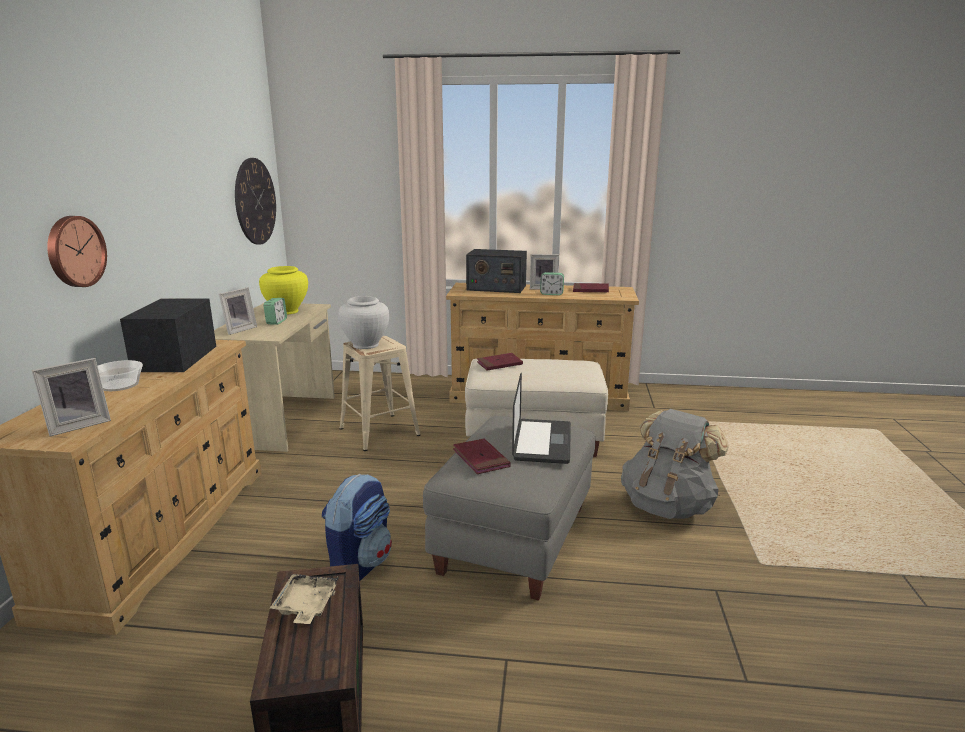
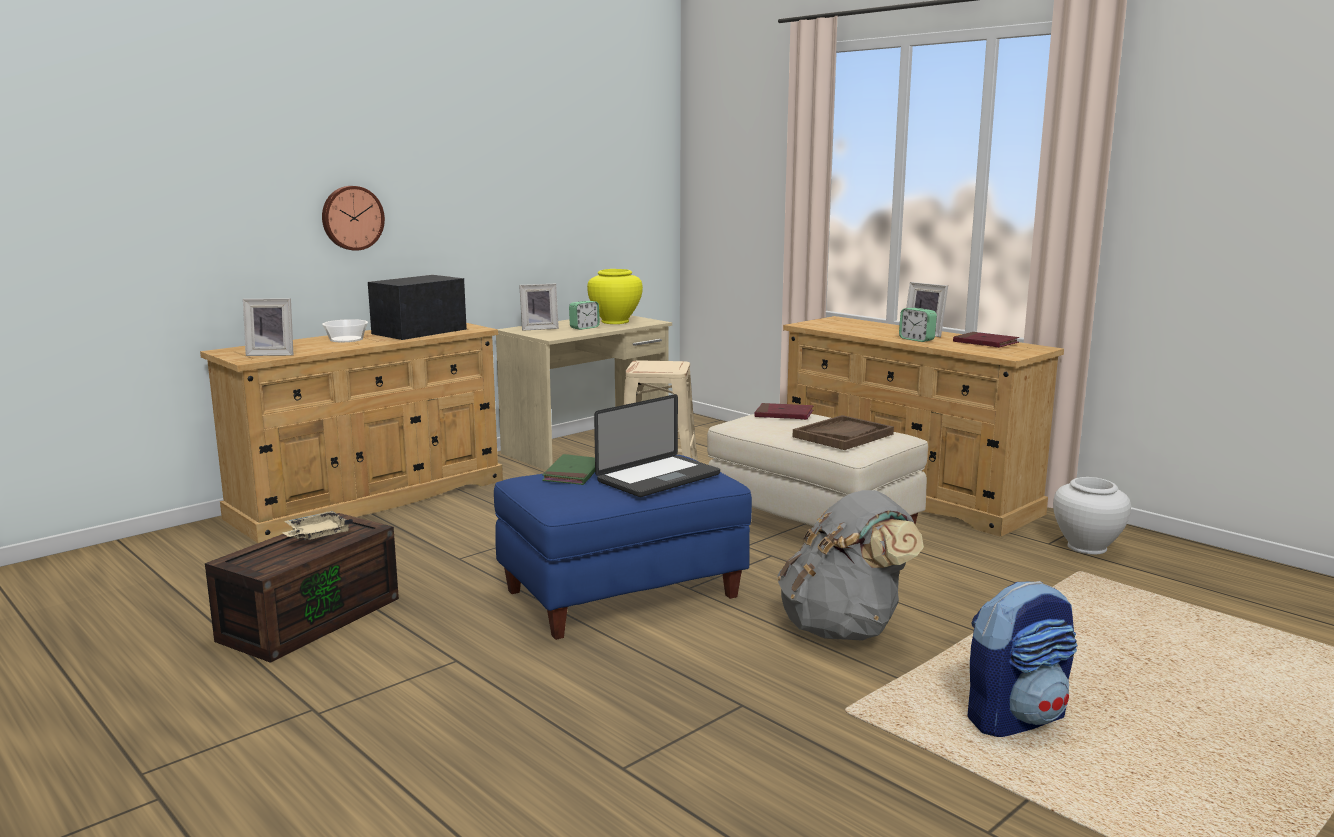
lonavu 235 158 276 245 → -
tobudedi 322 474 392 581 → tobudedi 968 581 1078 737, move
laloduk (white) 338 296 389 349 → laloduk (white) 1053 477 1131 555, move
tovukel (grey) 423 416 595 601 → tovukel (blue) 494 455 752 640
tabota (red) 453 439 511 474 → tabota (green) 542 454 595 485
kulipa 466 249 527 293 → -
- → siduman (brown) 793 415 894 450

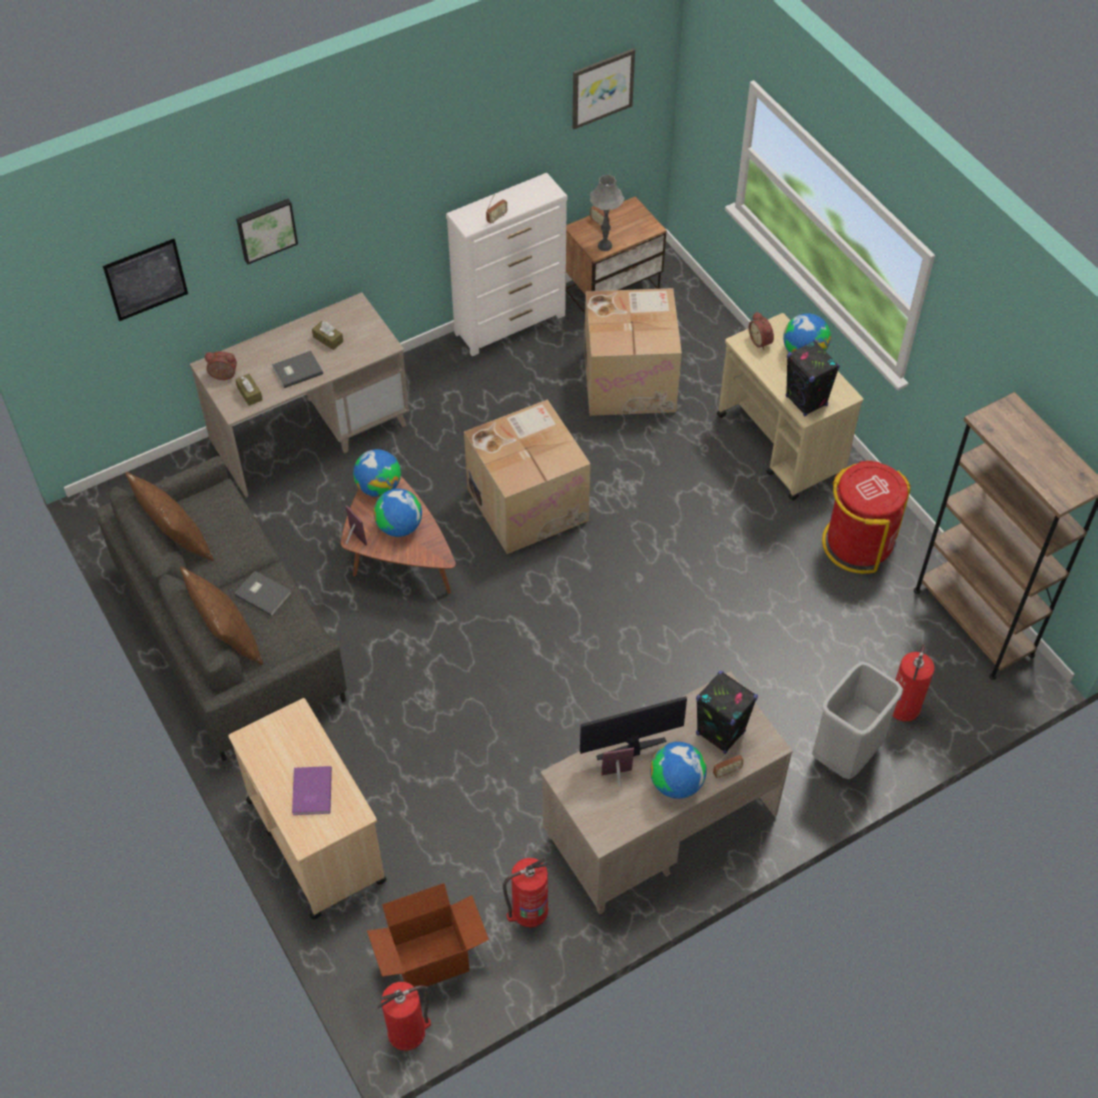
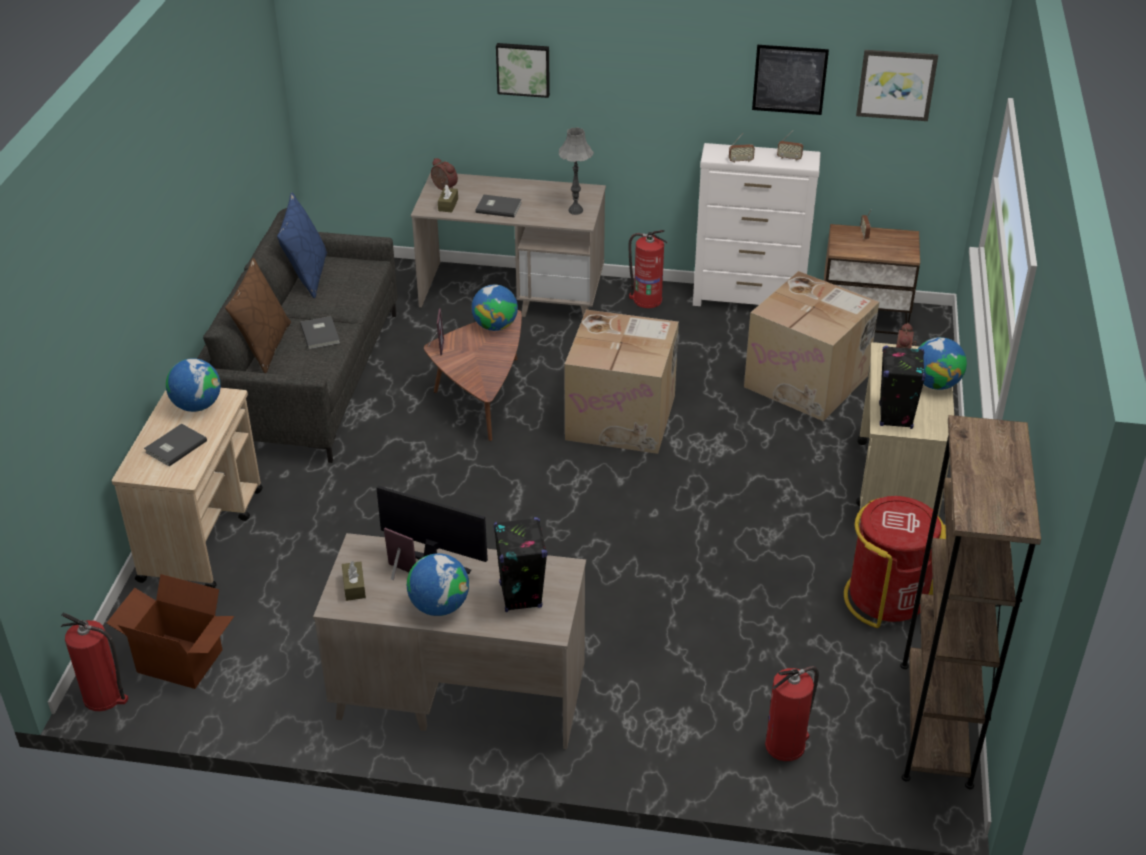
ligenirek 103 239 188 321 → ligenirek 752 45 829 115, move
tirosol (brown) 125 472 214 561 → tirosol (blue) 277 192 327 298
tabota (purple) 292 766 332 815 → tabota (grey) 144 424 207 466
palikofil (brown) 312 321 343 350 → palikofil (brown) 342 560 366 601, move
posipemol 374 489 422 537 → posipemol 166 358 221 412, move
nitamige 503 857 551 927 → nitamige 629 230 668 308, move
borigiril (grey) 590 174 624 251 → borigiril (grey) 558 127 594 215, move
kulipa 713 750 744 778 → kulipa 777 131 803 161, move
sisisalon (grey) 812 662 903 779 → -

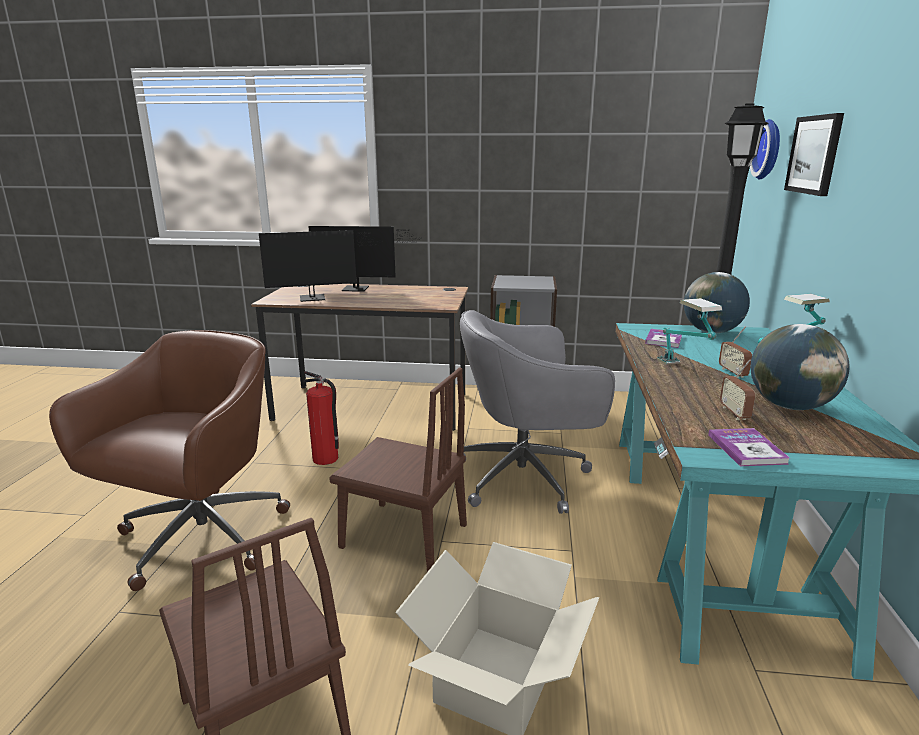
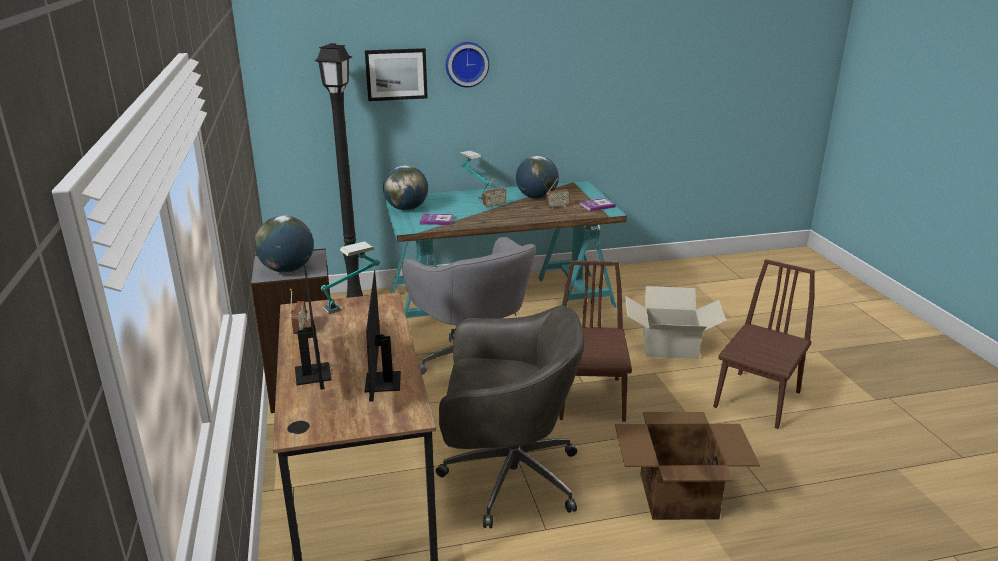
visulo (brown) 49 330 290 591 → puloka 615 412 760 520
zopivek 259 230 382 302 → zopivek 364 270 401 401, 150 degrees counterclockwise
nitamige 304 371 339 465 → visulo (grey) 436 306 584 528
borigiril 657 298 722 365 → borigiril 321 241 380 314, move
lonavu 750 119 780 179 → lonavu 446 42 489 87, move
- → posipemol 254 216 314 273
- → kulipa 290 291 307 335

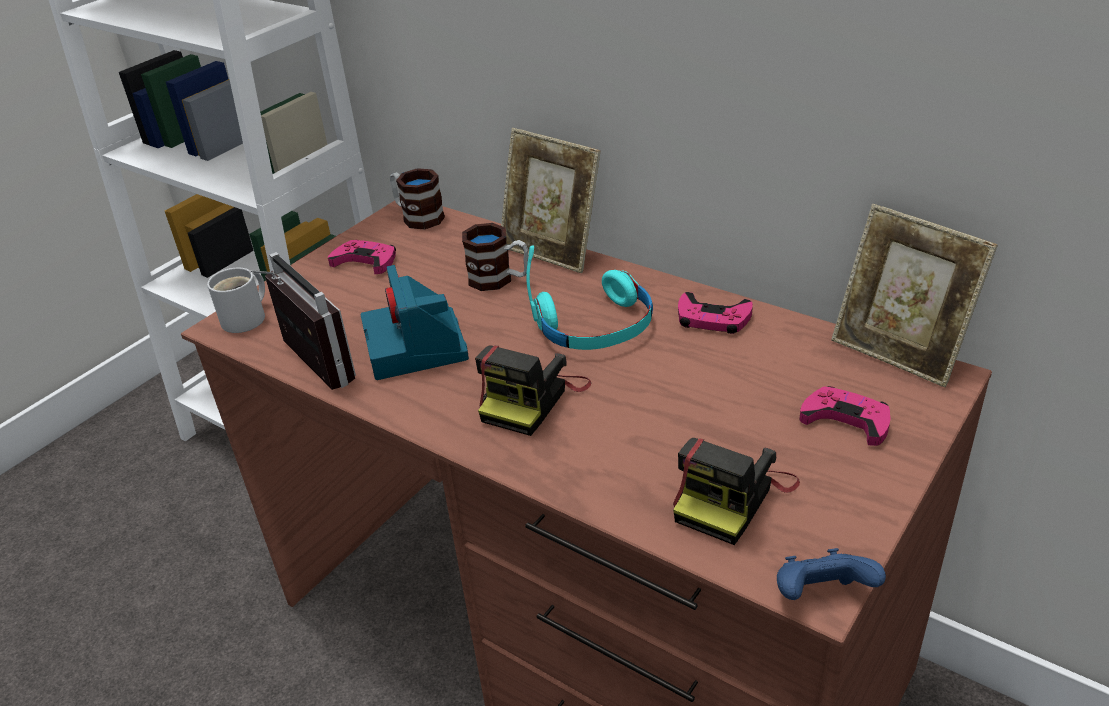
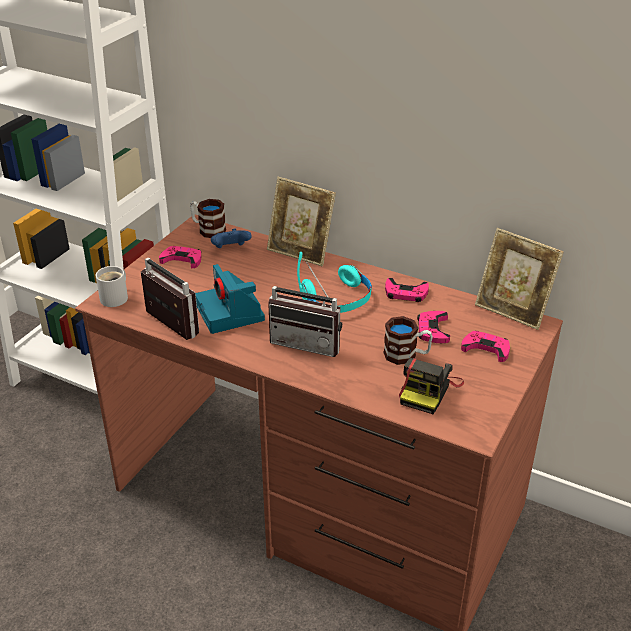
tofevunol 462 223 528 291 → tofevunol 383 316 433 365, move
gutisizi 475 345 591 436 → kulipa 268 262 342 357
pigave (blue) 777 548 886 600 → pigave (blue) 211 228 252 248, move
- → pigave (pink) 417 311 450 343

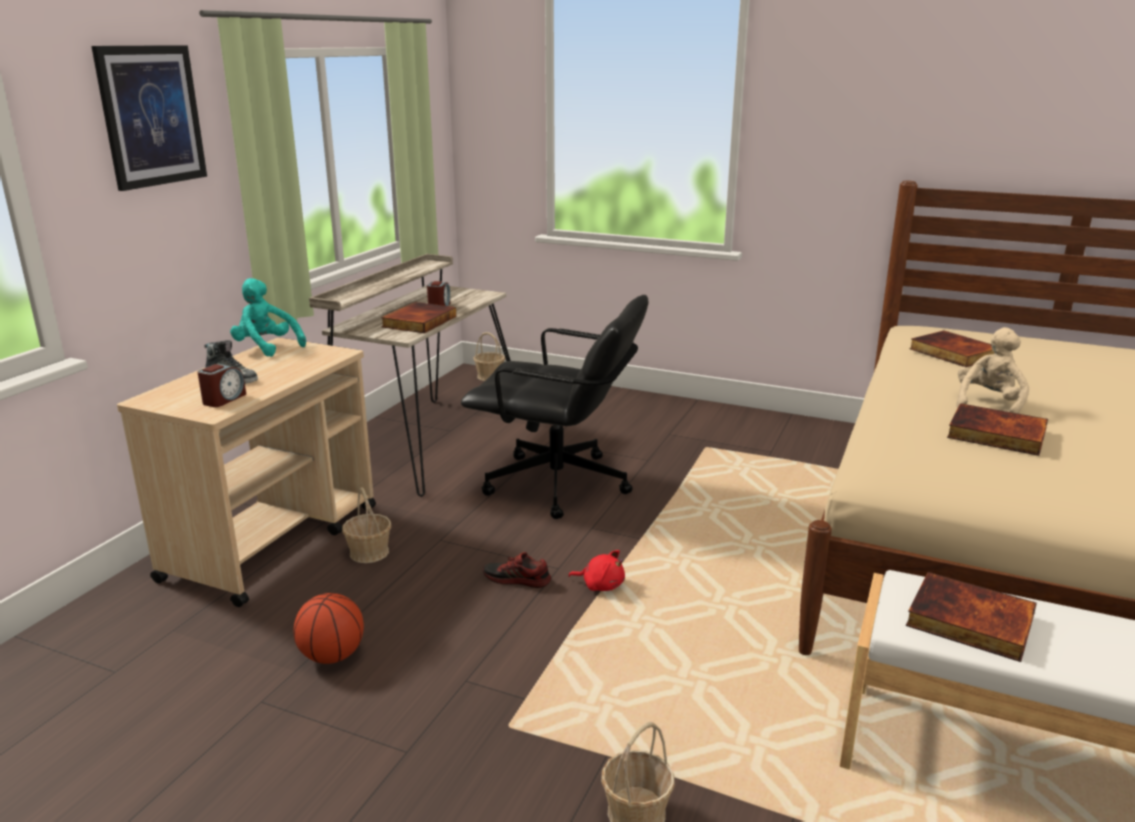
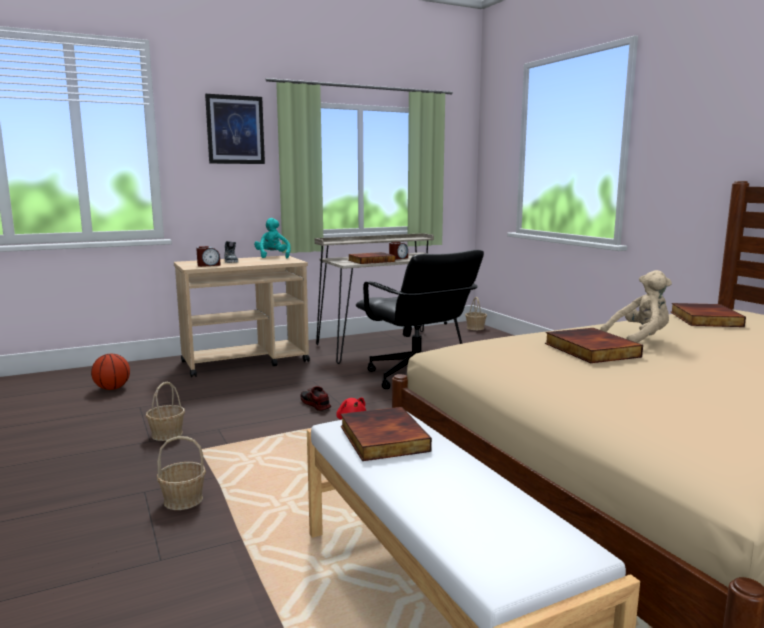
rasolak 294 593 364 664 → rasolak 91 353 130 390, move
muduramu 342 487 391 563 → muduramu 146 382 185 441, move

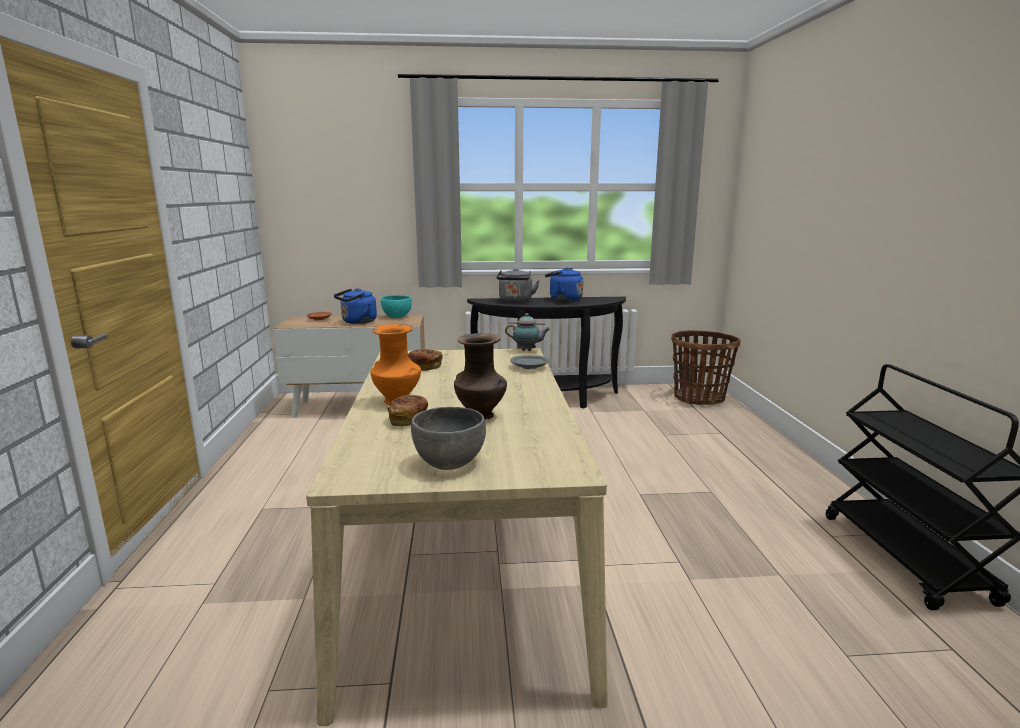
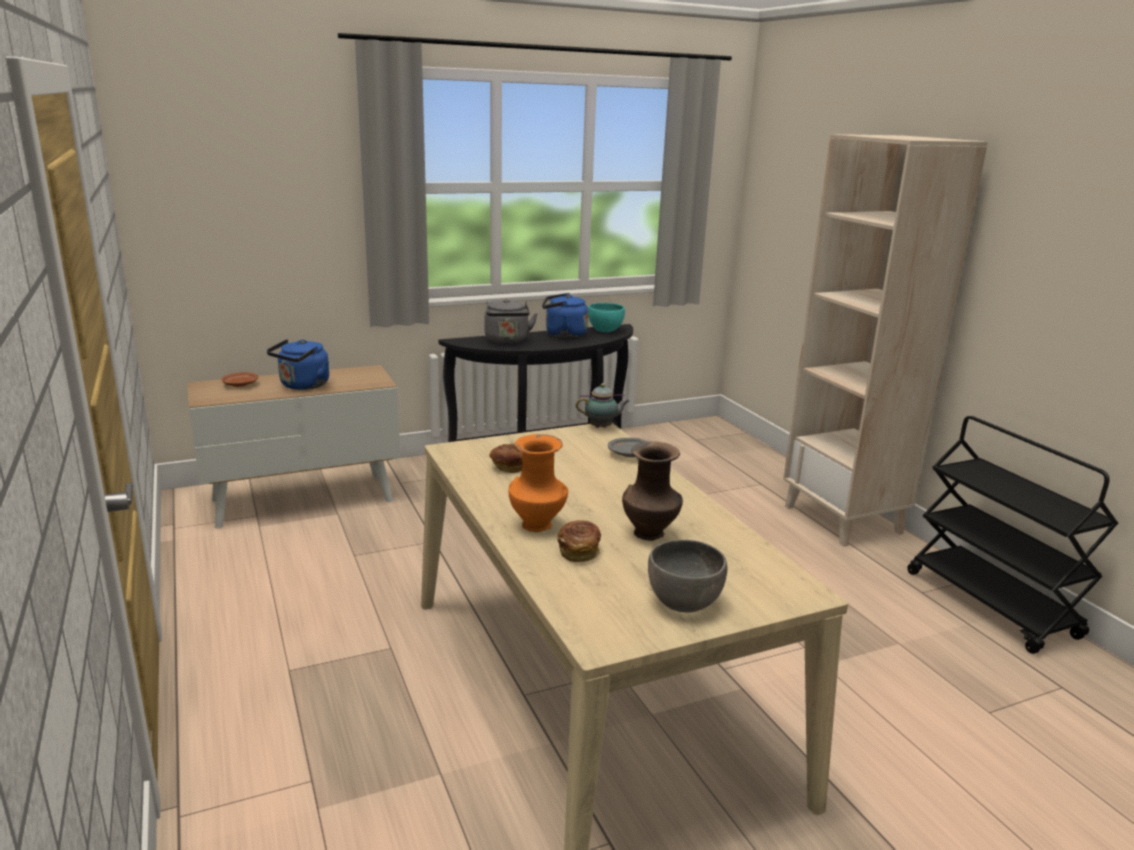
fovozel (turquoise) 381 295 412 318 → fovozel (turquoise) 588 303 625 332, move
muduramu 671 330 741 405 → -
- → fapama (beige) 783 134 988 547

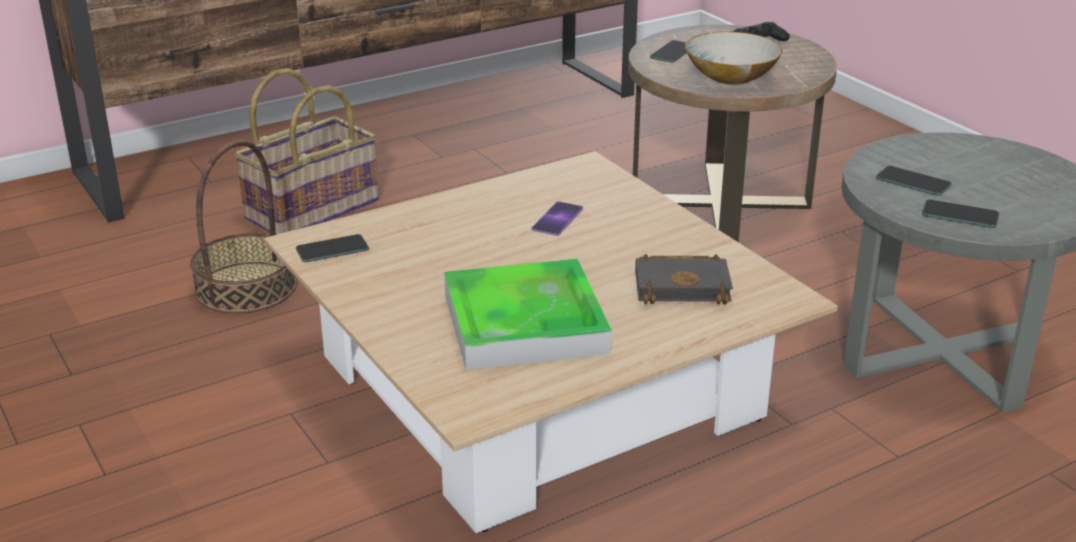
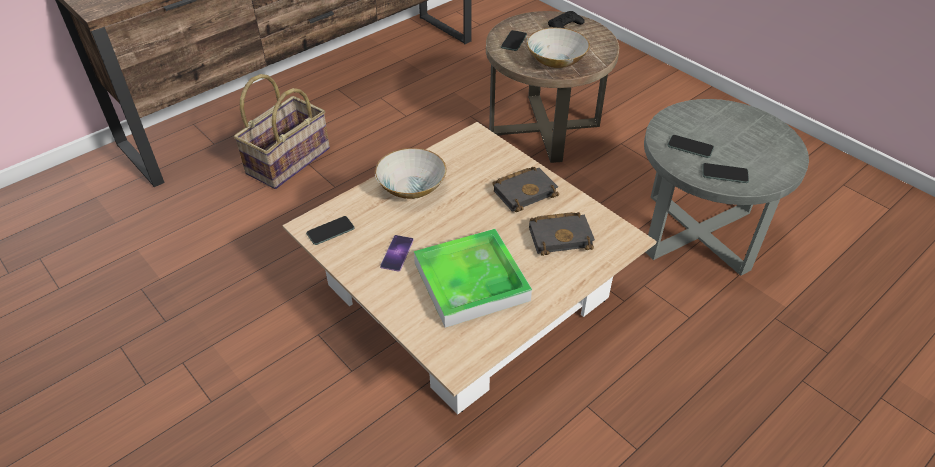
muduramu 190 140 297 314 → -
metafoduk 531 201 583 236 → metafoduk 380 235 414 272, move
- → fovozel 375 148 446 199
- → tabota (black) 492 167 559 212

